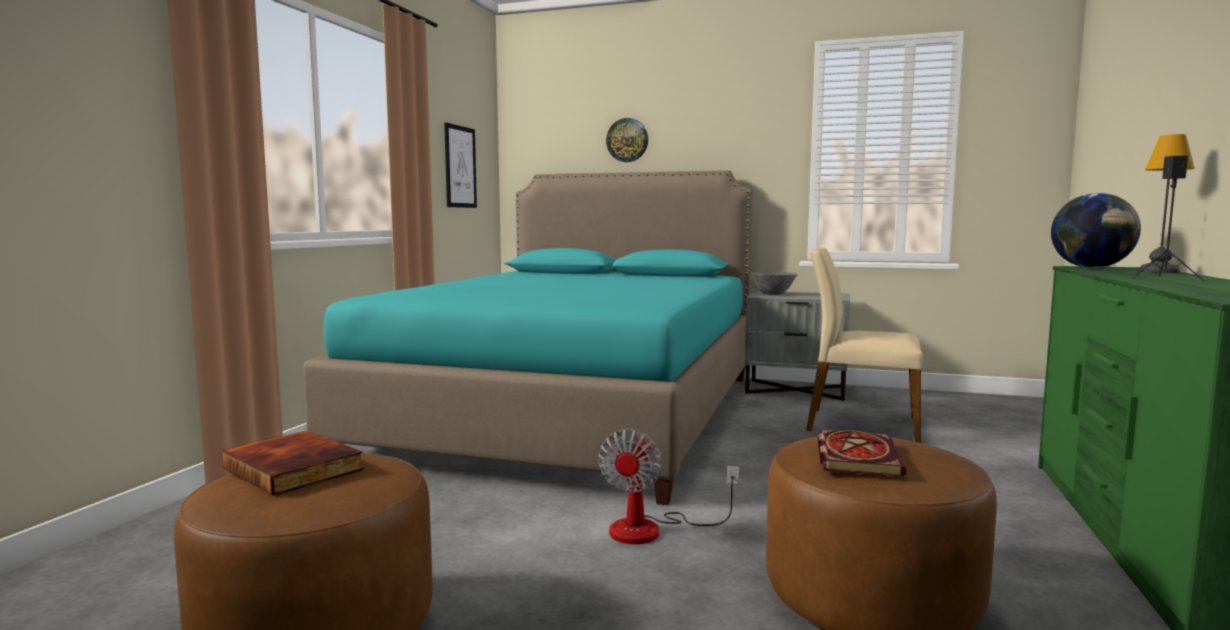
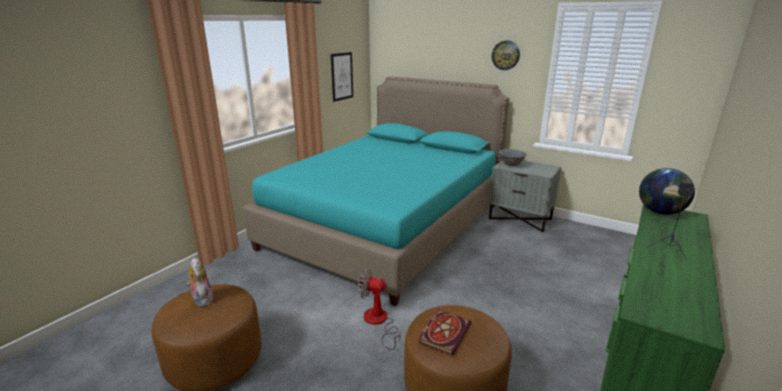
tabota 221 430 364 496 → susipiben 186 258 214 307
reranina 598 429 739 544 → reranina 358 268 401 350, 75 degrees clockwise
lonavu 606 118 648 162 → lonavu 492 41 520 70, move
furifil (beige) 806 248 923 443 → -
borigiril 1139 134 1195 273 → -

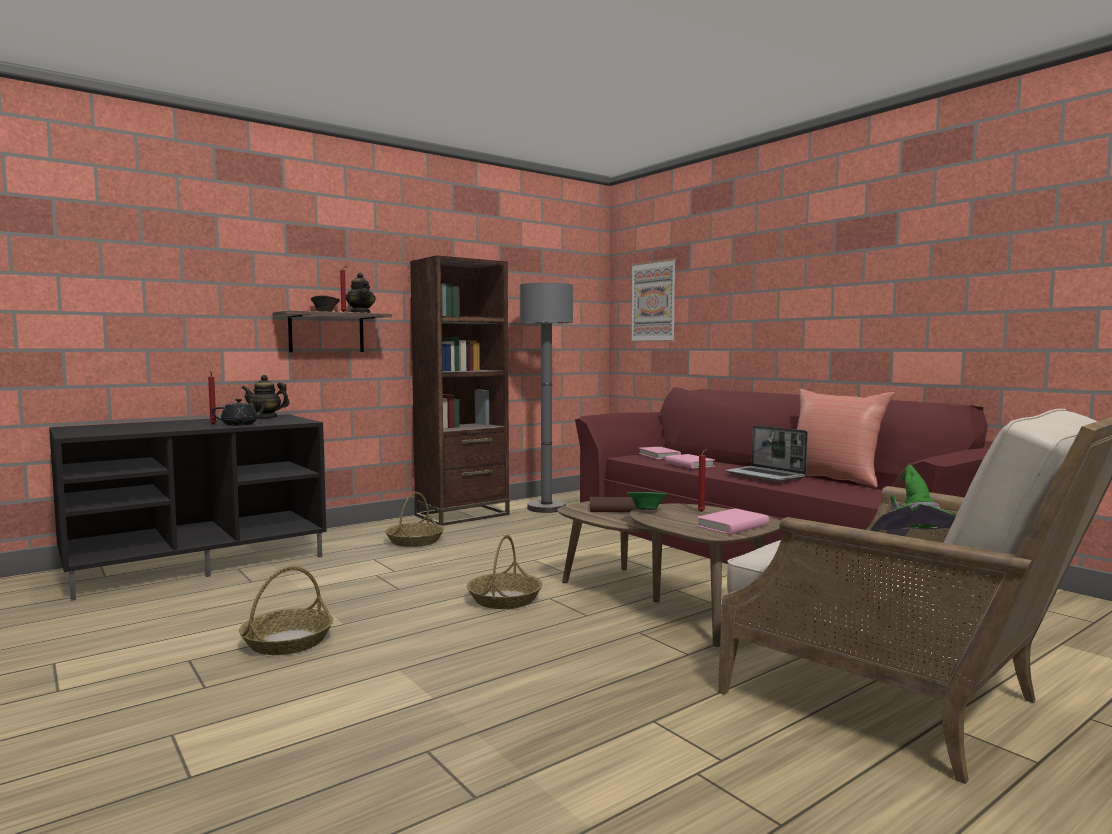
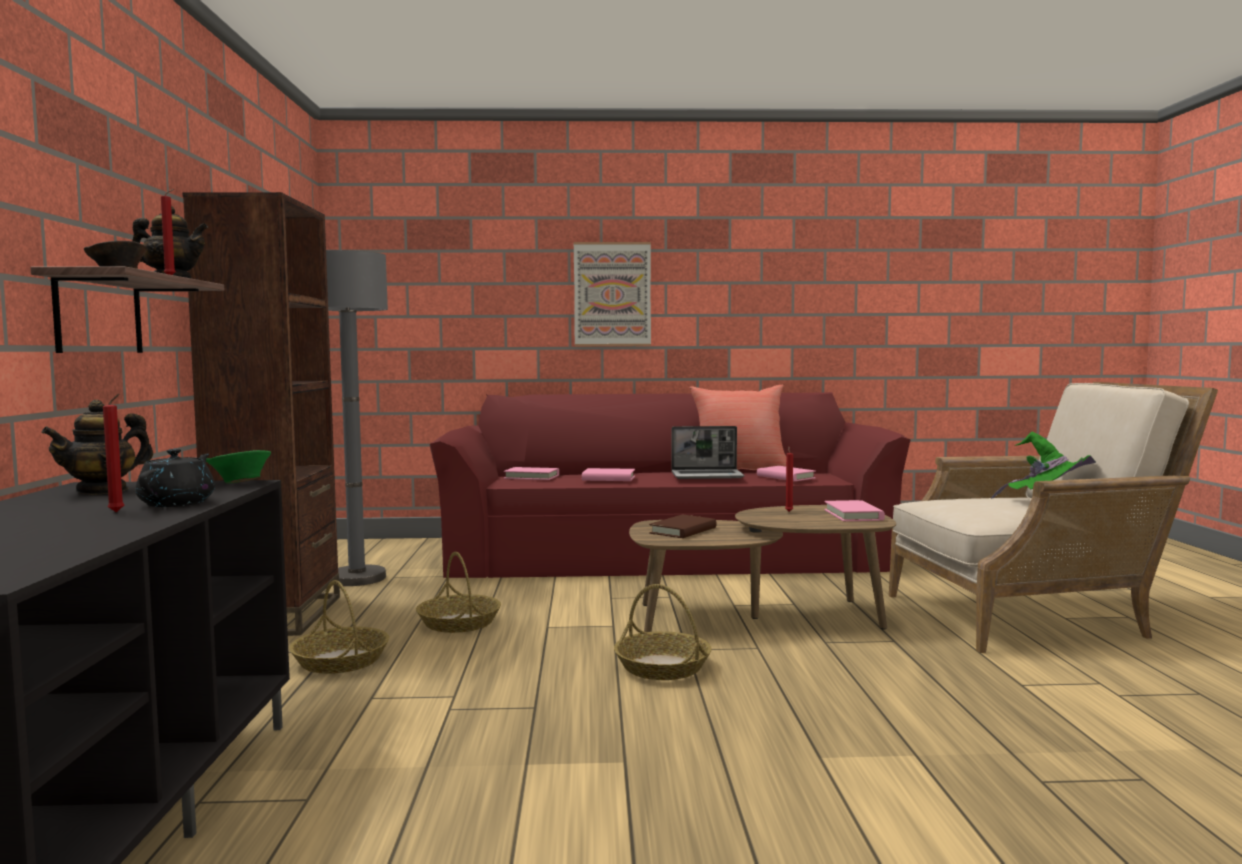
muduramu 239 566 334 655 → muduramu 416 552 501 633, move
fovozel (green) 628 492 667 510 → fovozel (green) 206 450 271 483, move
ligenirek 631 258 676 342 → ligenirek 574 242 651 346, move
- → tabota (pink) 757 466 816 481

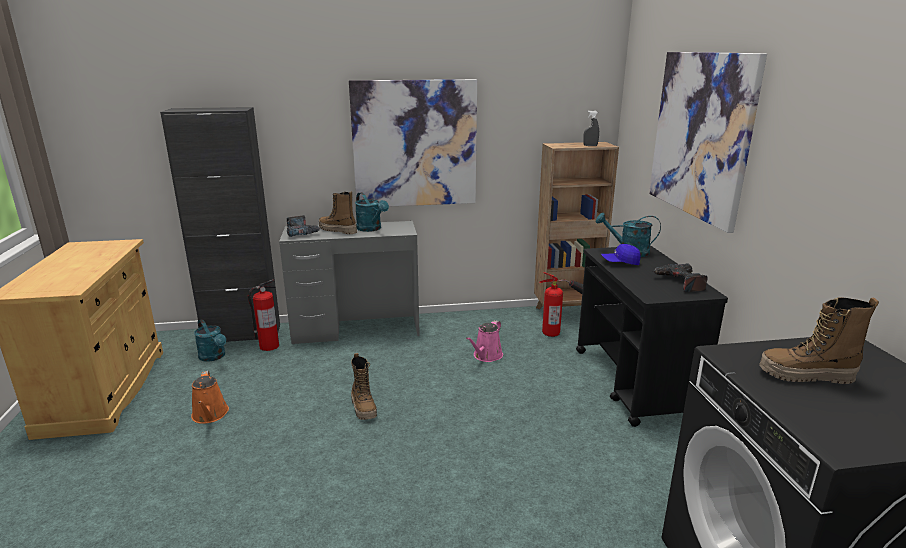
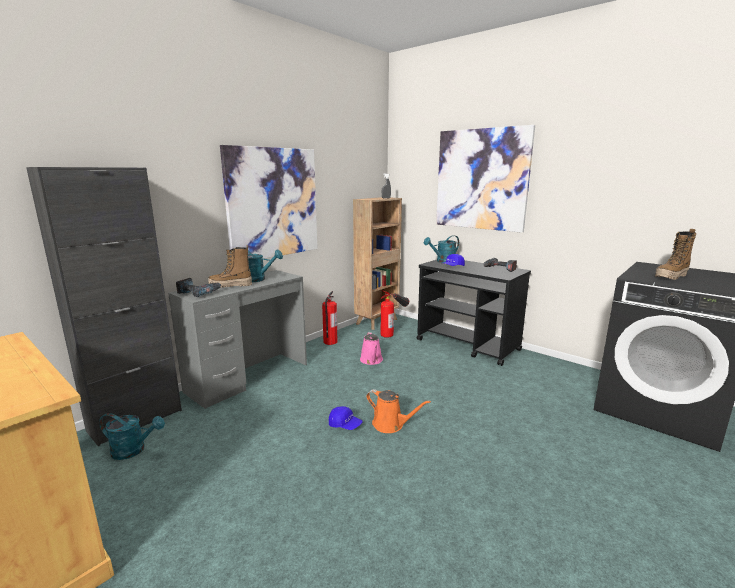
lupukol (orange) 191 371 229 424 → lupukol (orange) 366 389 431 433, move
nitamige 248 280 279 351 → nitamige 322 291 338 345, move
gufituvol 351 353 377 420 → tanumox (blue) 329 406 362 430

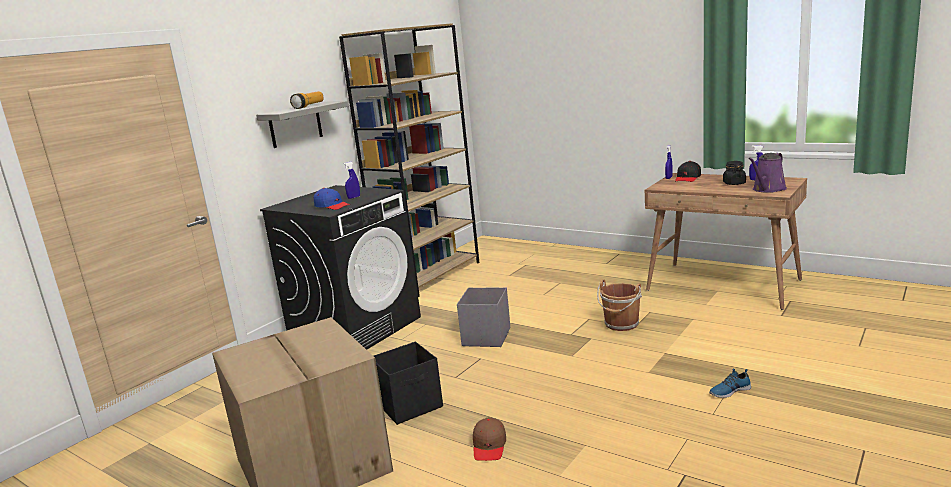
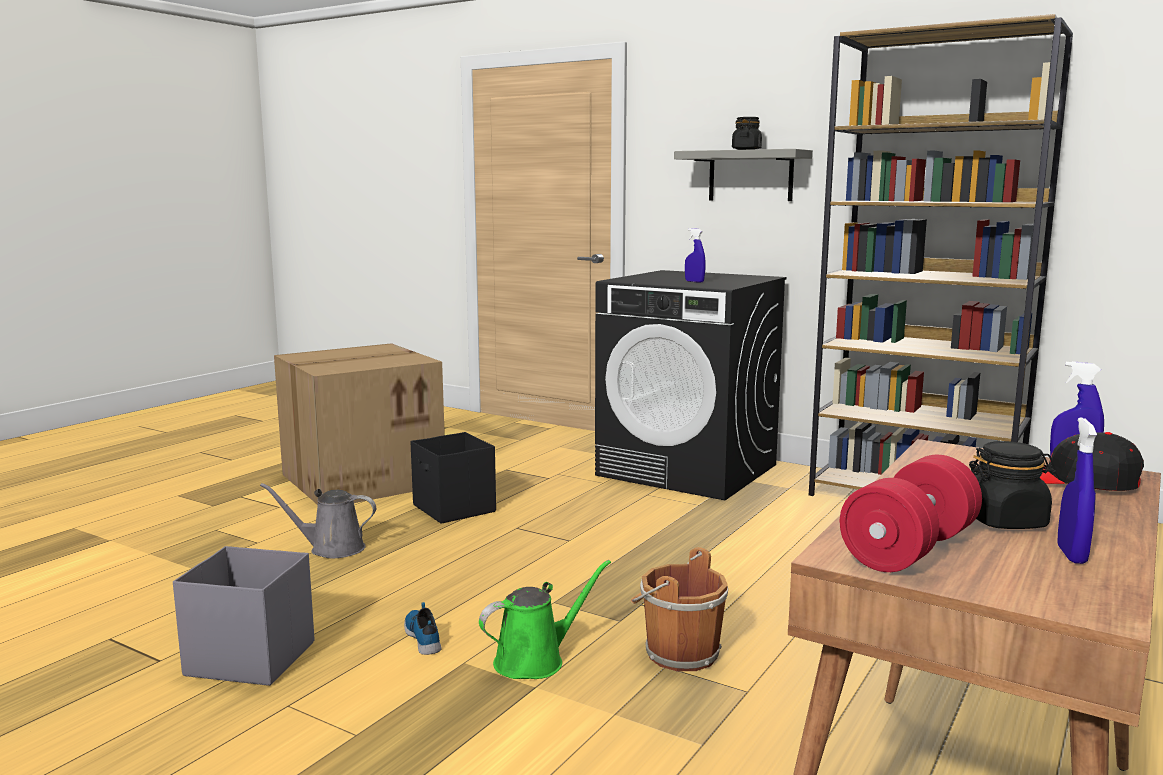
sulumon 290 91 324 109 → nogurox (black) 732 117 762 150
tanumox (blue) 313 188 350 210 → -
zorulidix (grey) 457 288 510 347 → zorulidix (grey) 173 546 314 686, move
tanumox (brown) 473 417 506 461 → lupukol (grey) 260 483 376 558
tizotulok 709 368 751 398 → tizotulok 404 602 442 655, move
lupukol (purple) 748 153 787 193 → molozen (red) 840 455 982 572
- → lupukol (green) 479 560 611 679

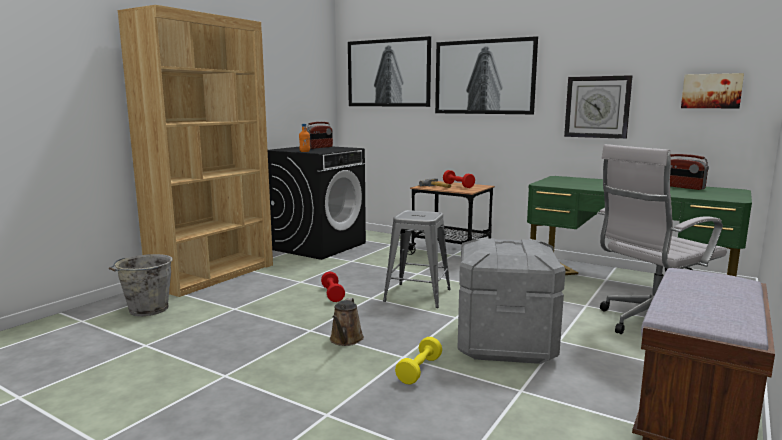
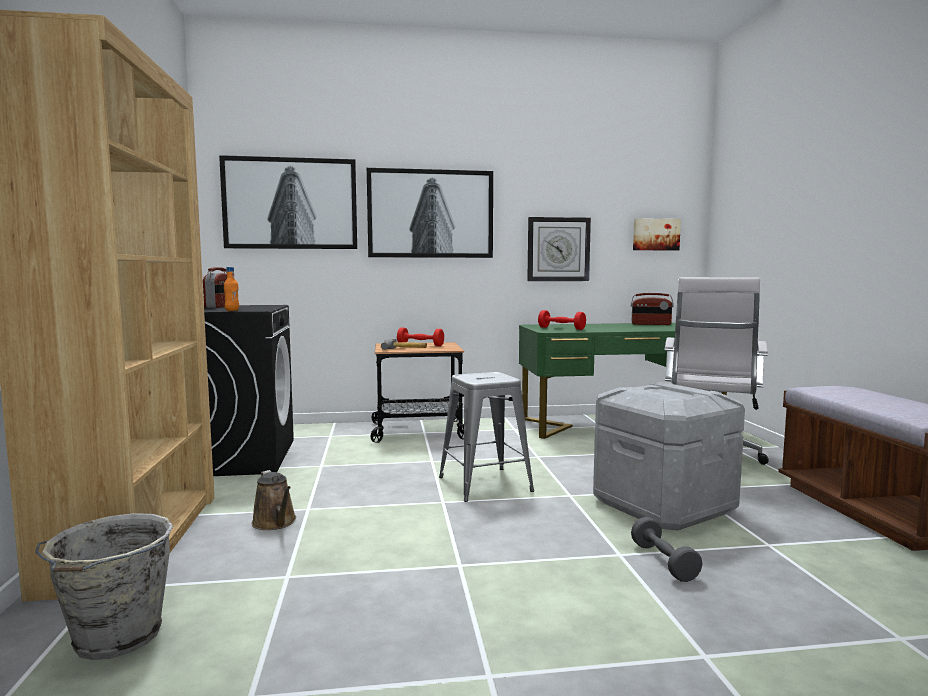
molozen (red) 321 272 345 302 → molozen (red) 538 310 586 330, move
lupukol (brown) 330 298 364 346 → lupukol (brown) 251 470 296 530, move
molozen (yellow) 395 337 442 385 → molozen (grey) 631 517 702 582

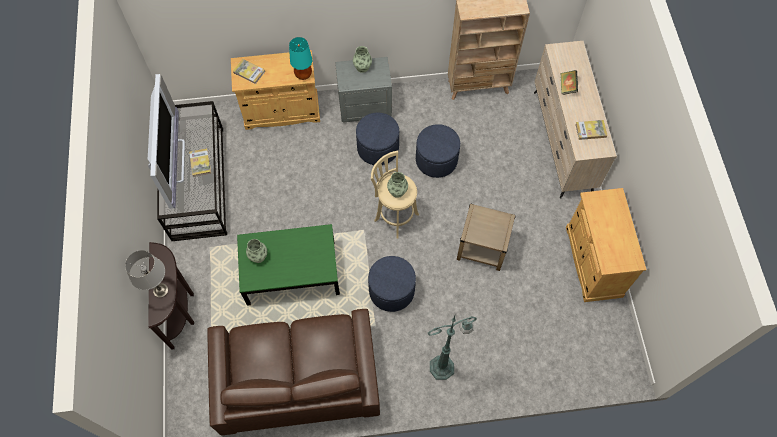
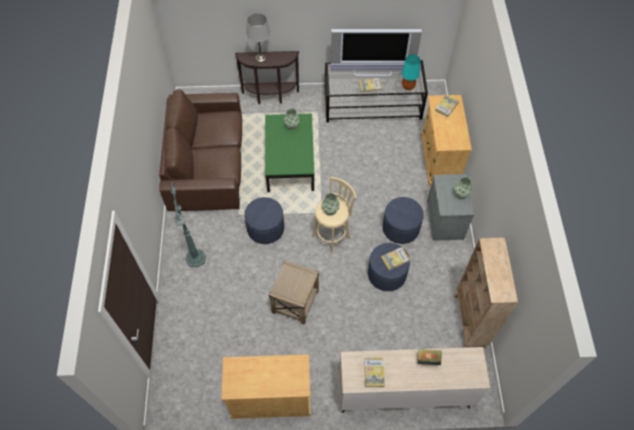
borigiril (turquoise) 289 37 312 80 → borigiril (turquoise) 402 54 420 90, move
- → tabota 381 247 410 271

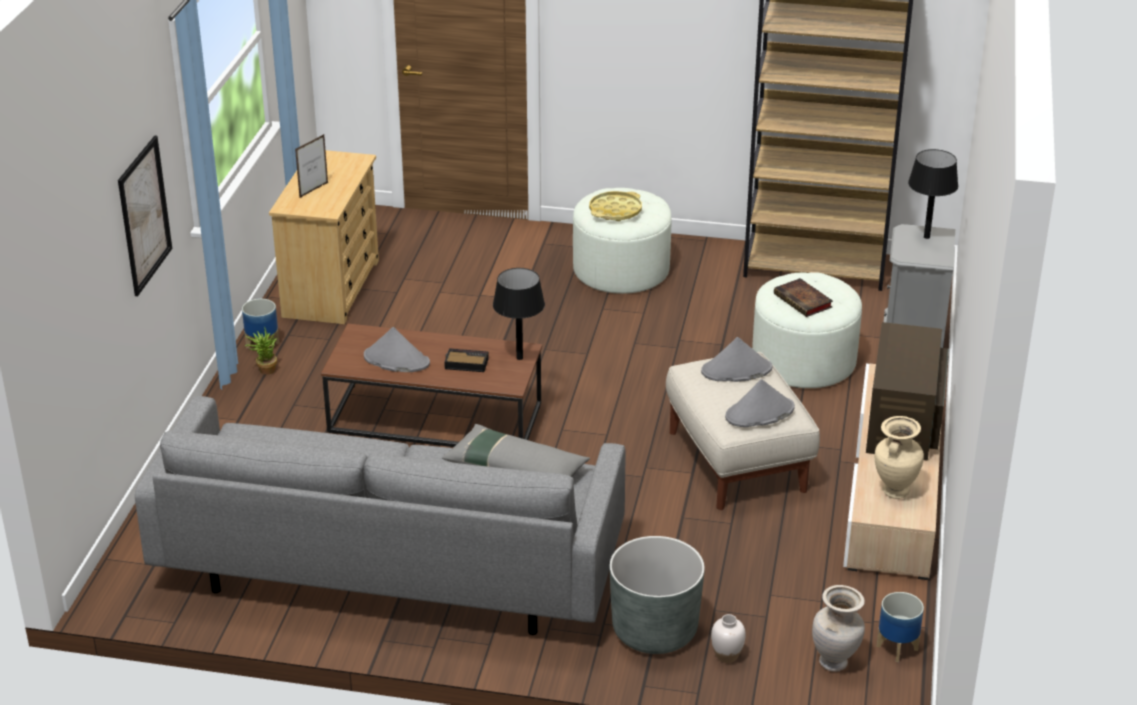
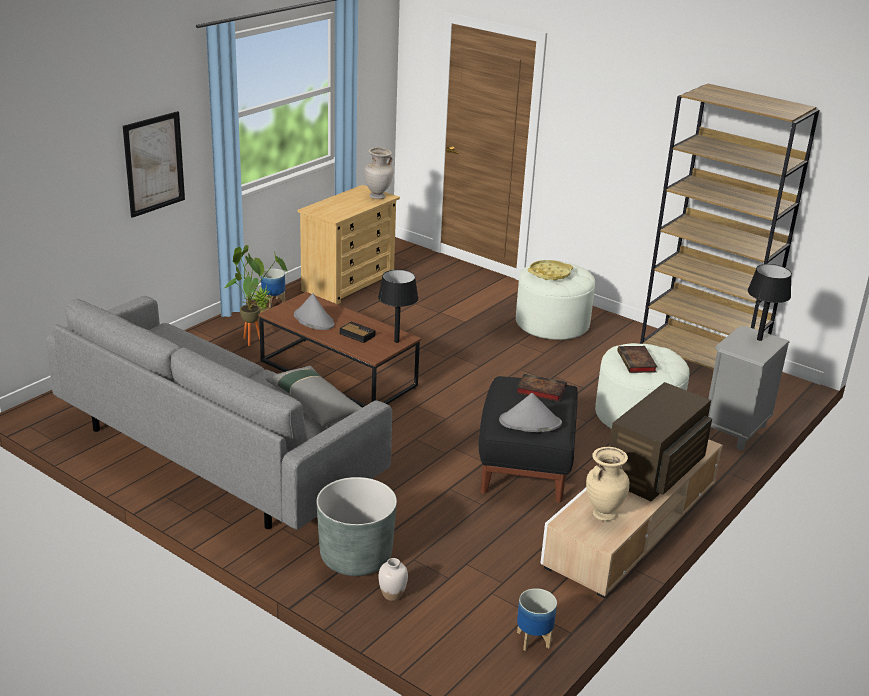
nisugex 295 134 328 198 → -
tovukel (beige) 666 352 820 510 → tovukel (black) 479 376 578 503
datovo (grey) 701 337 772 382 → tabota 516 374 567 402
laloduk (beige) 812 585 865 672 → laloduk (beige) 364 148 393 199, move
- → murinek 223 245 288 346

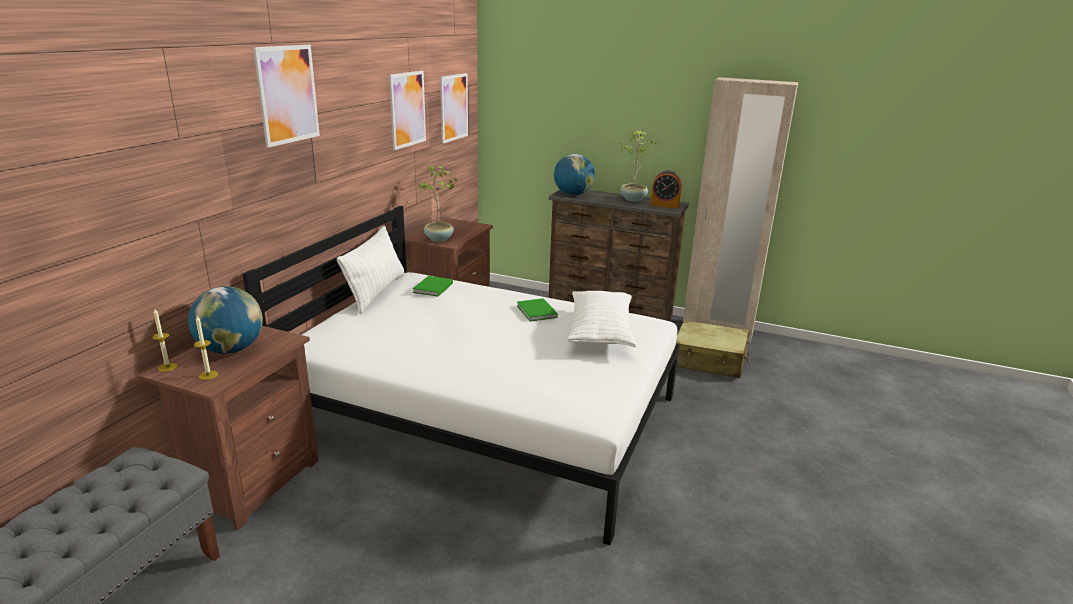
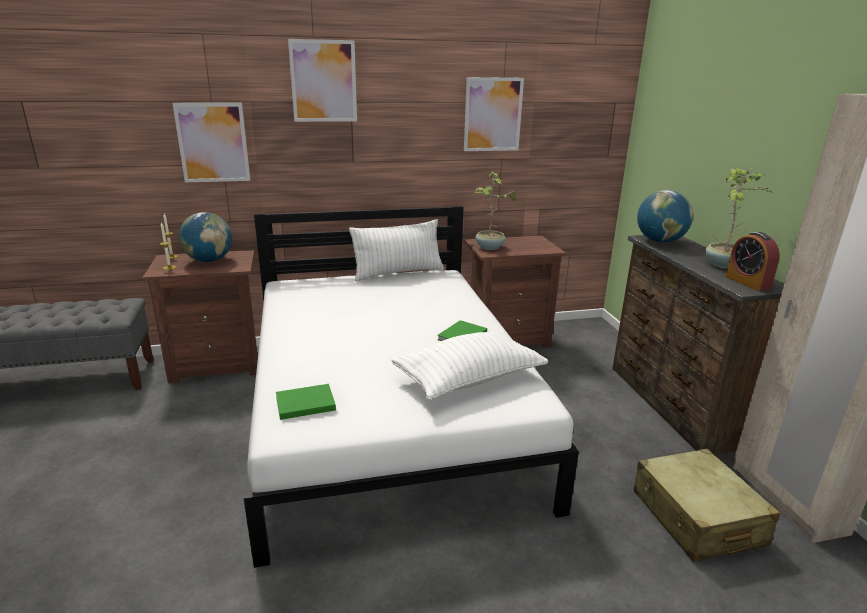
tabota (green) 413 276 453 297 → tabota (green) 276 384 336 420, move
ligenirek 440 73 468 144 → ligenirek 172 103 250 182, move

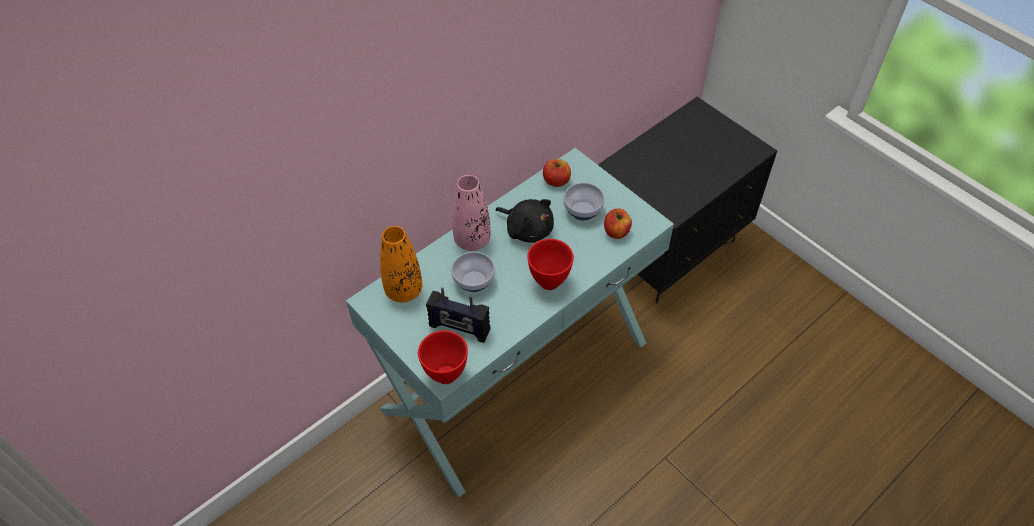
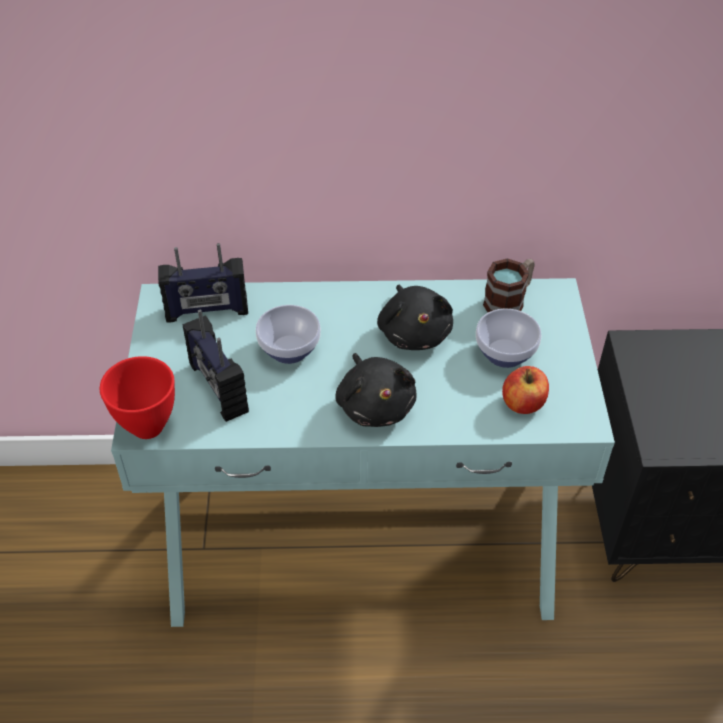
laloduk (orange) 380 226 422 302 → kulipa 158 243 248 322
laloduk (pink) 452 175 491 251 → -
fovozel (red) 527 239 574 290 → susipiben (black) 335 353 416 427
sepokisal 543 159 571 187 → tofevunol 483 258 535 312

